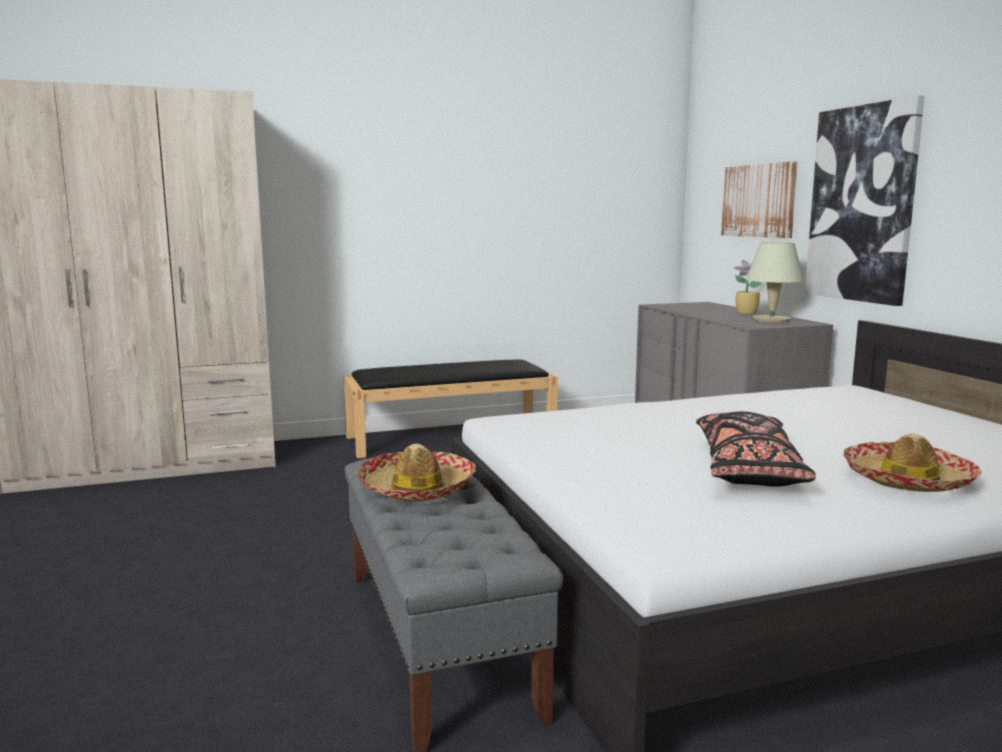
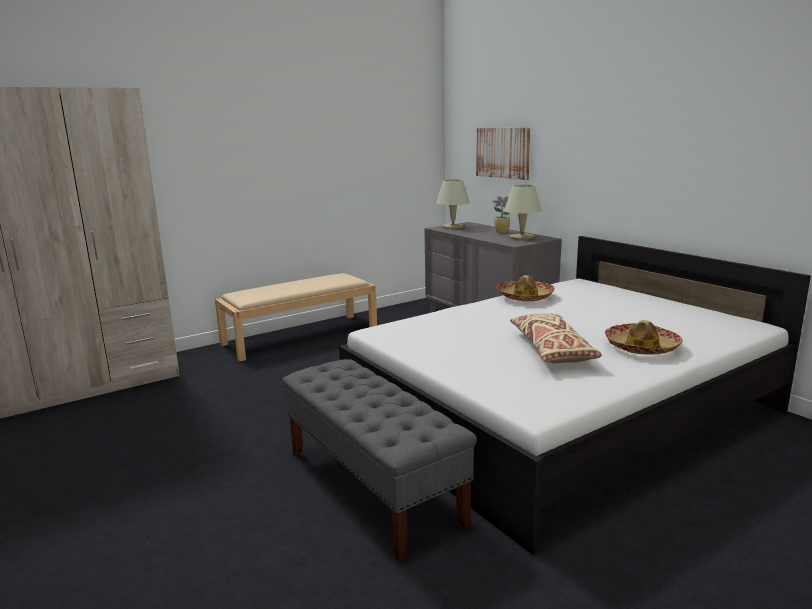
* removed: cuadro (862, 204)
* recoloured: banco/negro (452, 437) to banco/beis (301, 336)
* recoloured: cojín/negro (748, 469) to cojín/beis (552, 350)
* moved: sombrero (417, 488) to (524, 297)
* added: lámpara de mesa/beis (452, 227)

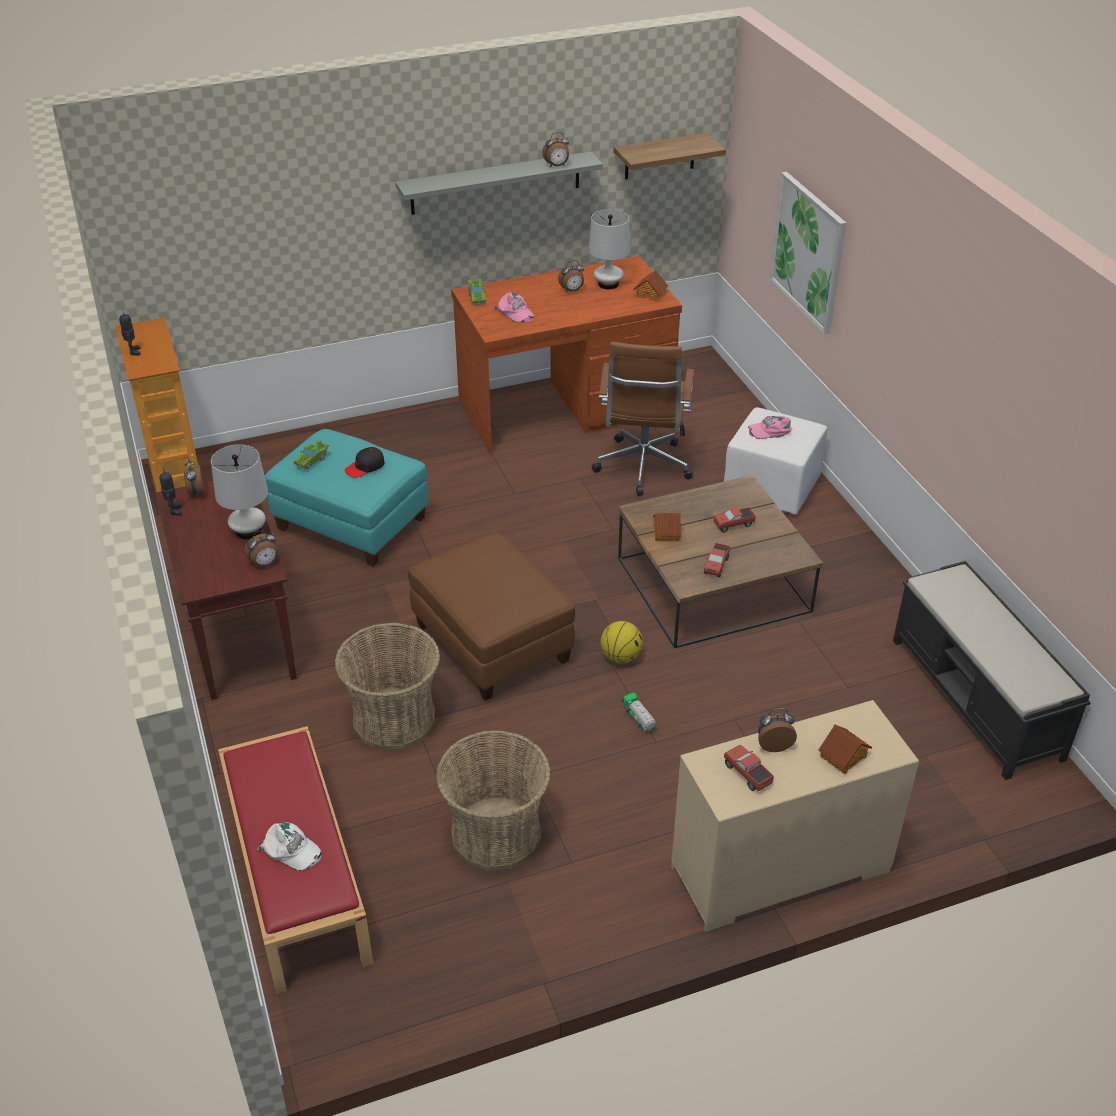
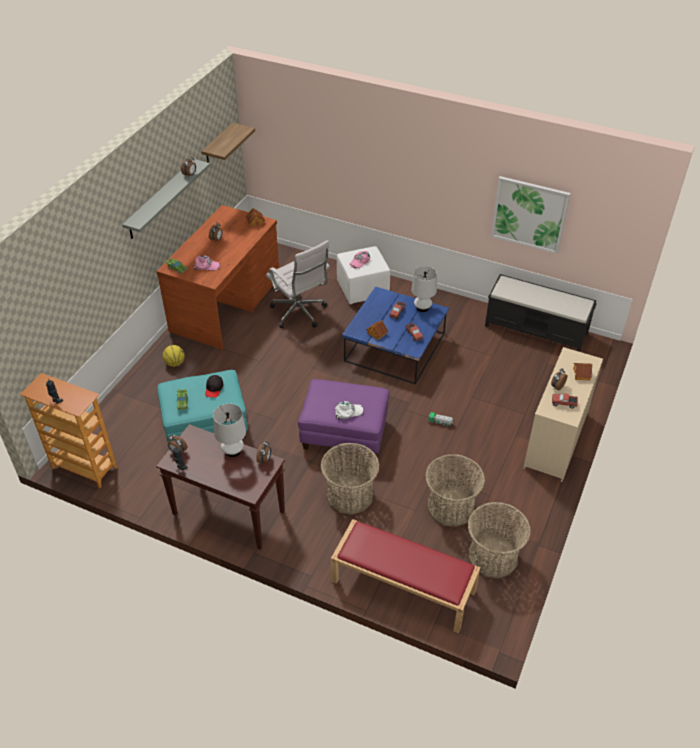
* moved: cuadro (808, 252) to (529, 214)
* moved: lámpara de mesa/blanco (608, 284) to (422, 307)
* recoloured: silla de oficina/marrón (642, 469) to silla de oficina/blanco (300, 314)
* recoloured: mesa de centro/marrón (715, 585) to mesa de centro/azul (396, 347)
* recoloured: puf/marrón (491, 643) to puf/morado (343, 434)
* moved: balón de baloncesto (621, 657) to (175, 363)
* moved: gorra/blanco (291, 850) to (348, 412)
* added: cesta (493, 557)

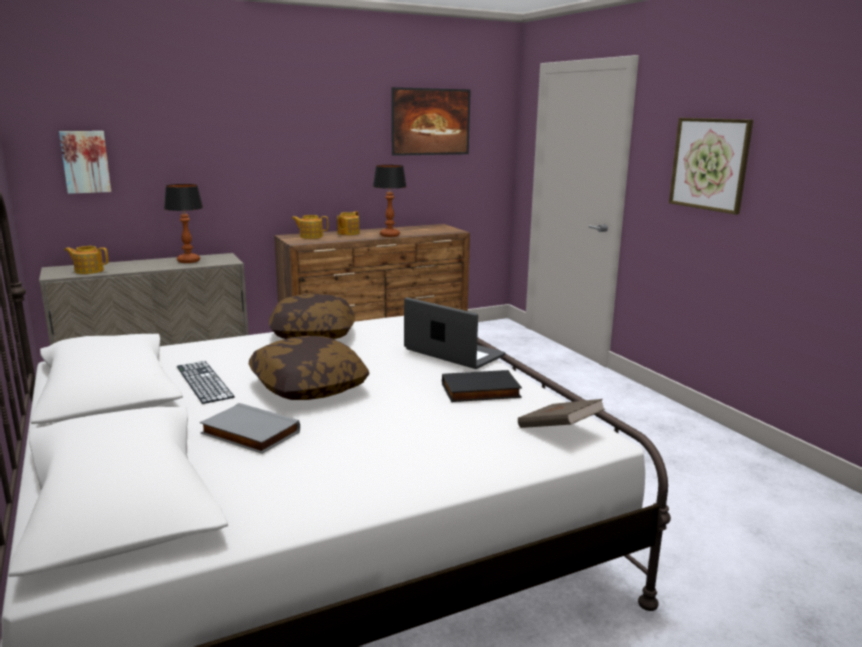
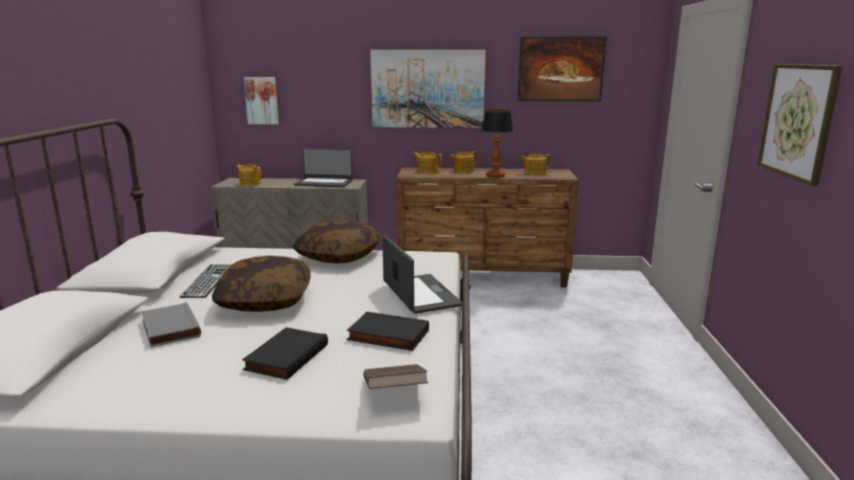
* replaced: lámpara de mesa (189, 261) to portátil (324, 183)
* added: cuadro (427, 89)
* added: tetera (534, 173)
* added: libro/negro (285, 356)

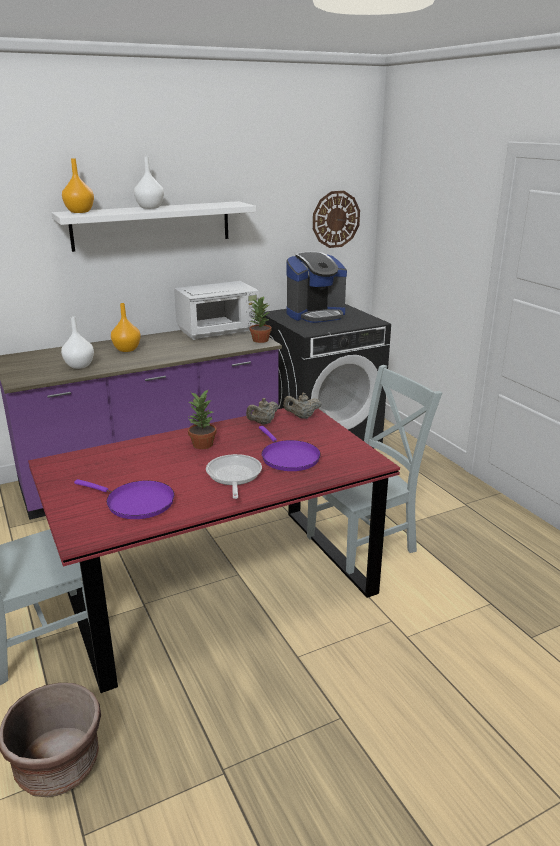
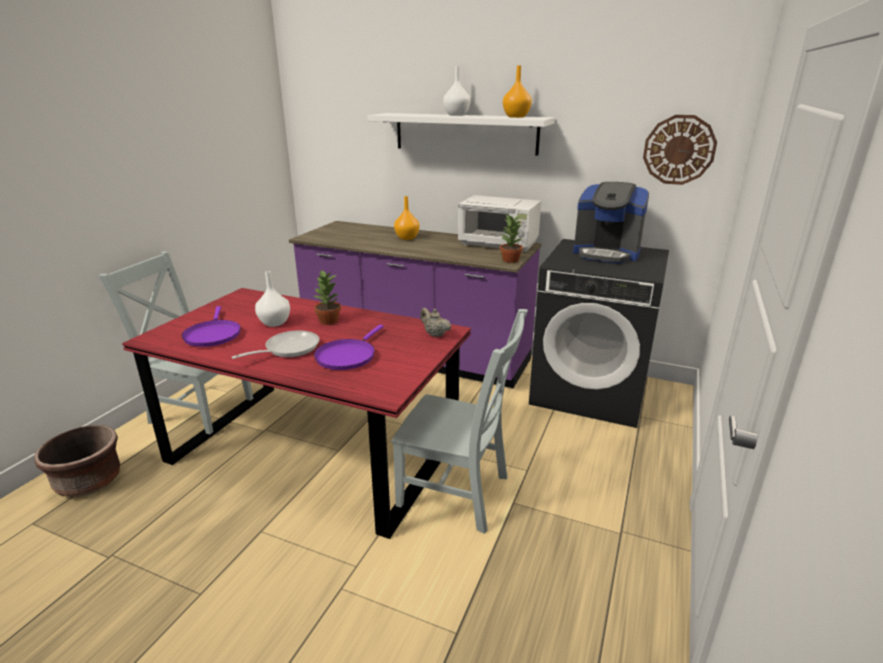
* moved: florero/naranja (79, 212) to (515, 117)
* moved: florero/blanco (80, 366) to (275, 323)
* removed: tetera/beis (263, 423)

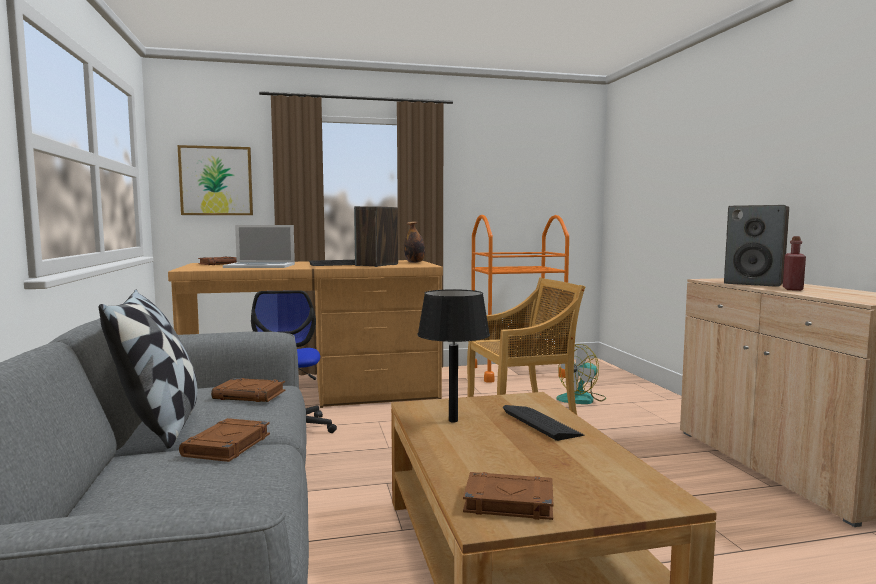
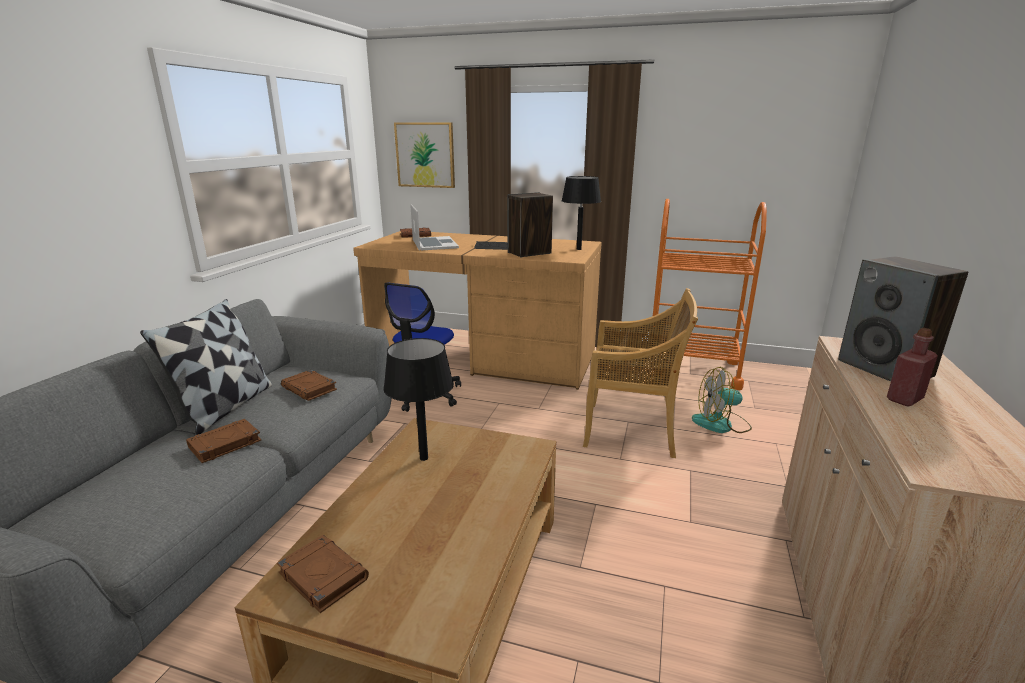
* replaced: botella (414, 262) to lámpara de mesa/negro (579, 249)
* turned: portátil (260, 266) = (434, 244) 135 degrees counterclockwise
* removed: teclado (541, 423)

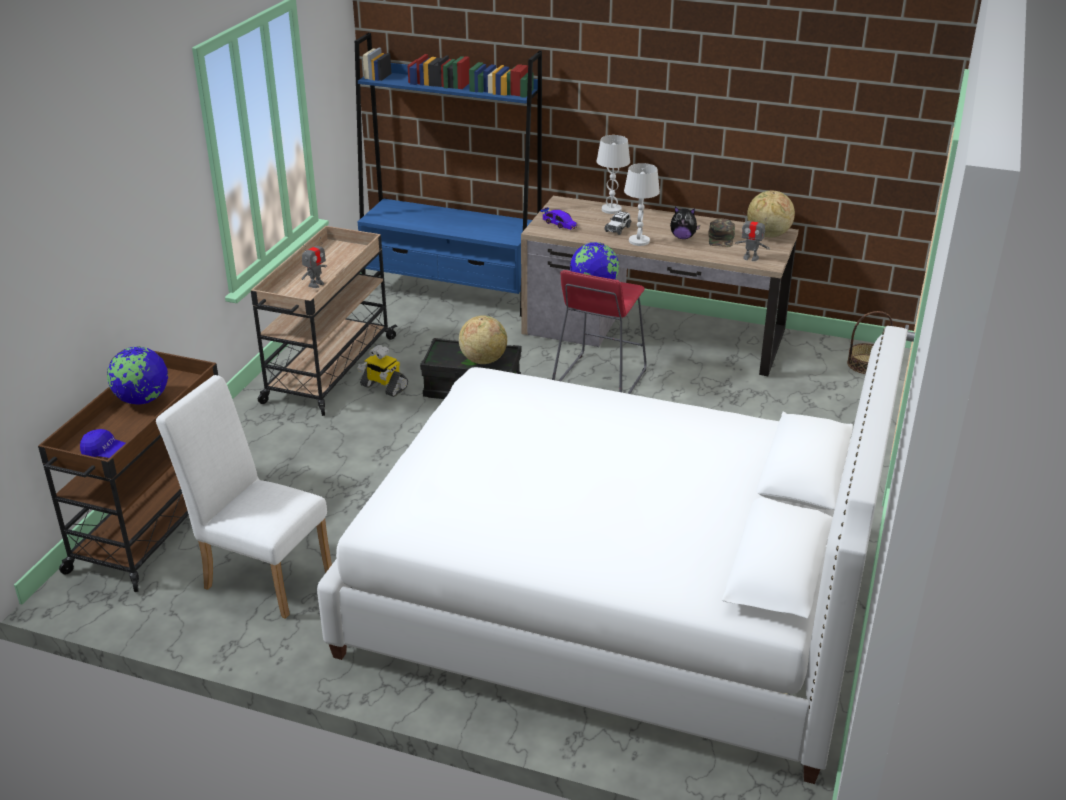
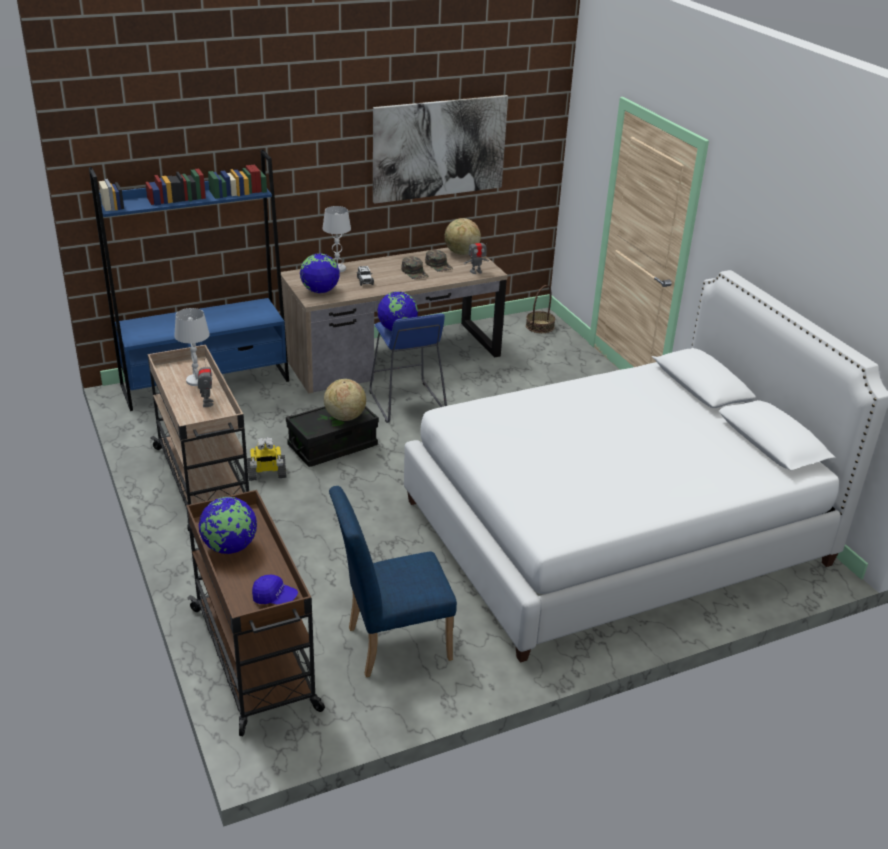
* moved: lámpara de mesa/blanco (639, 241) to (196, 380)
* replaced: coche de juguete (559, 224) to globo terráqueo (320, 291)
* replaced: peluche (683, 237) to gorra/verde (415, 272)
* recoloured: taburete/rojo (599, 380) to taburete/azul (407, 403)
* recoloured: silla/blanco (261, 575) to silla/azul (390, 644)
* turned: gorra/azul (105, 453) = (274, 598) 45 degrees clockwise
* added: cuadro (439, 148)

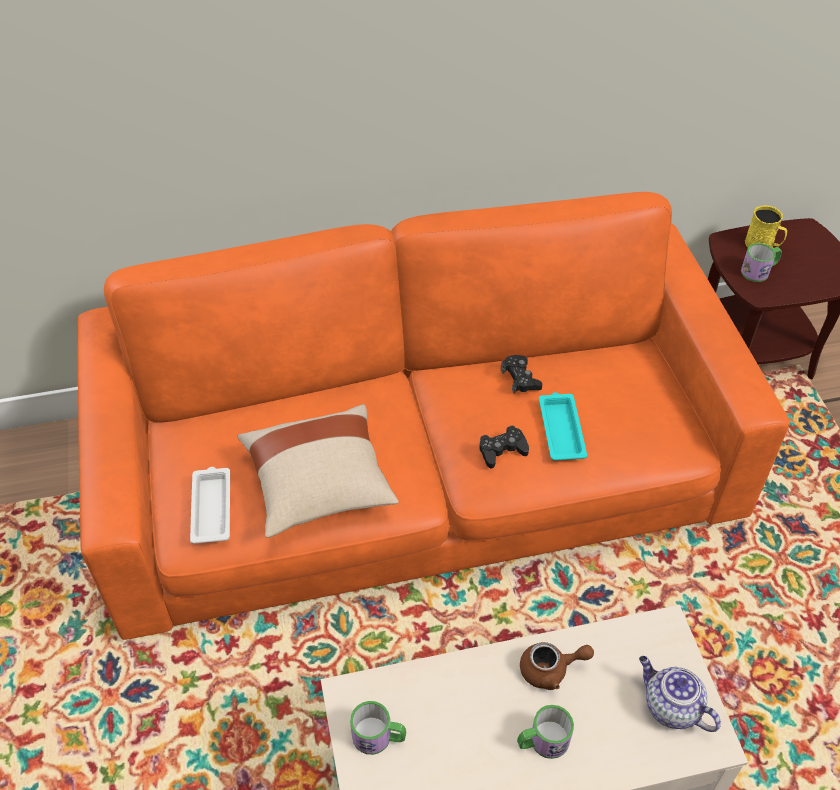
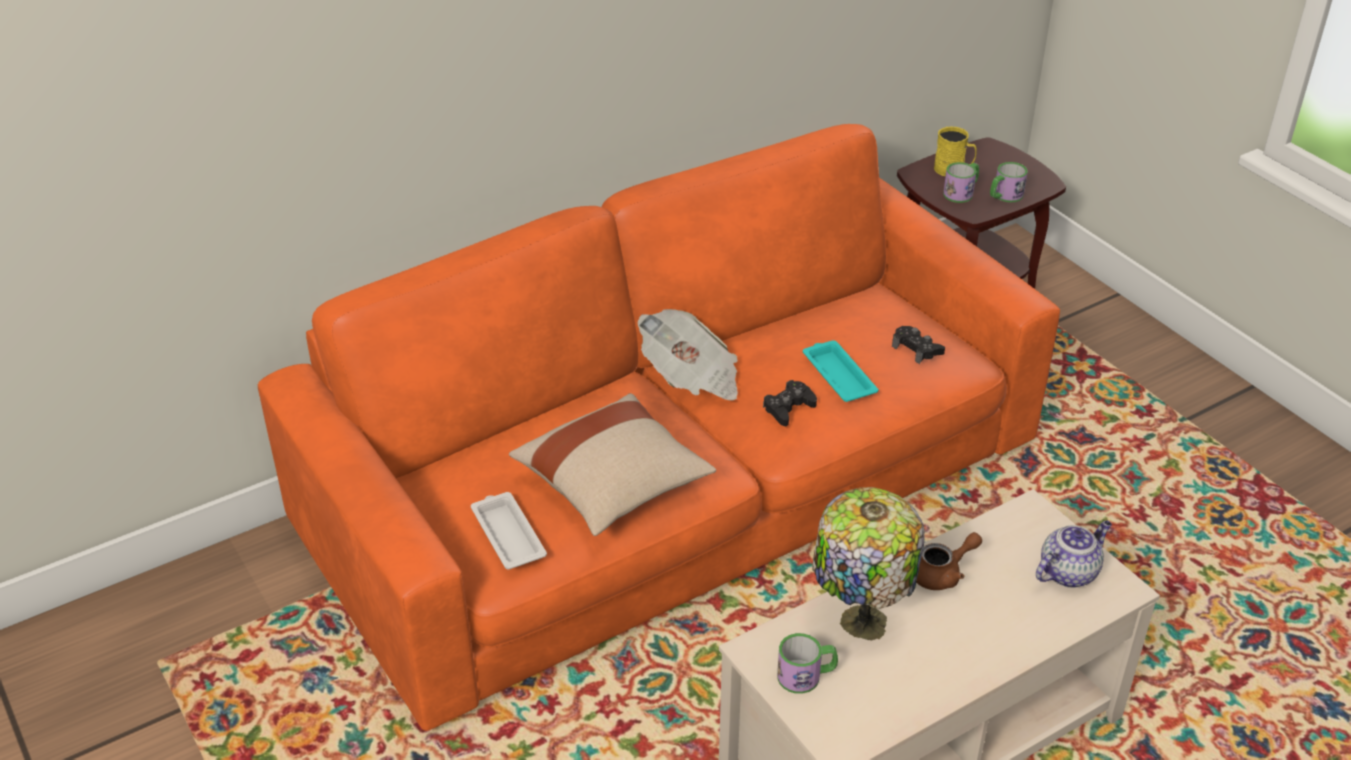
* moved: mando de consola/negro (520, 378) to (917, 349)
* turned: tetera (670, 707) = (1068, 572) 120 degrees clockwise
* moved: taza grande (542, 741) to (1004, 196)
* added: periódico (691, 378)
* added: lámpara de mesa (859, 623)

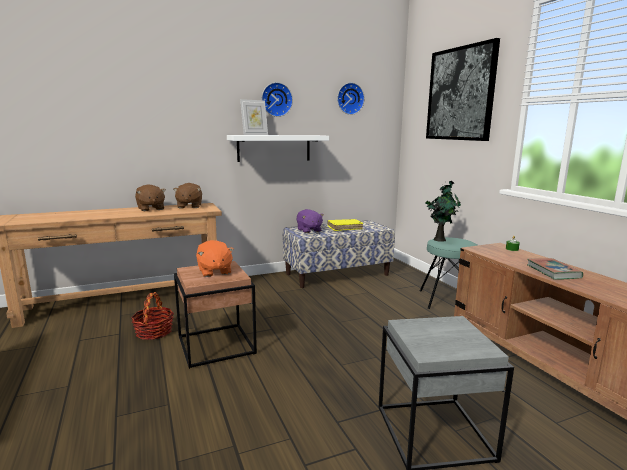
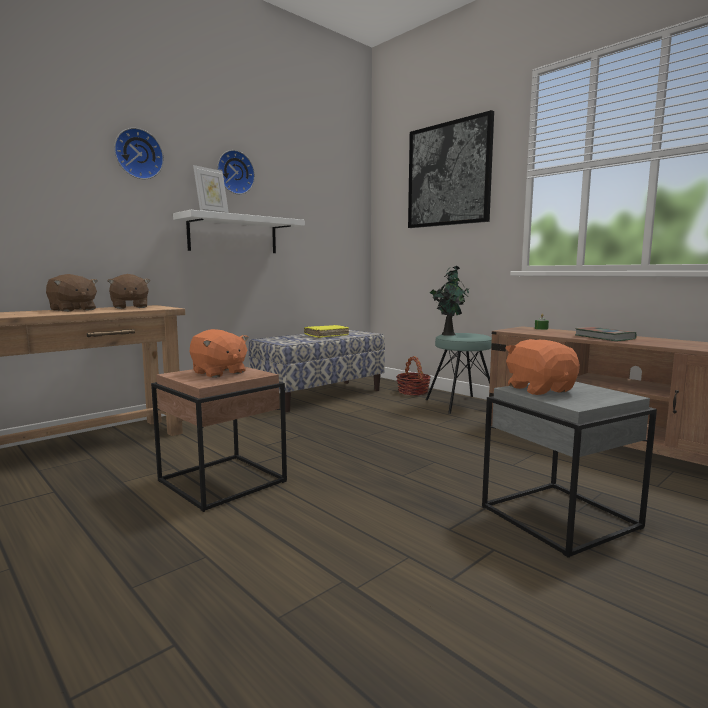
* moved: reloj de pared (349, 98) to (138, 154)
* removed: peluche/morado (309, 230)
* moved: cesta (154, 332) to (413, 392)
* added: peluche/naranja (539, 389)

